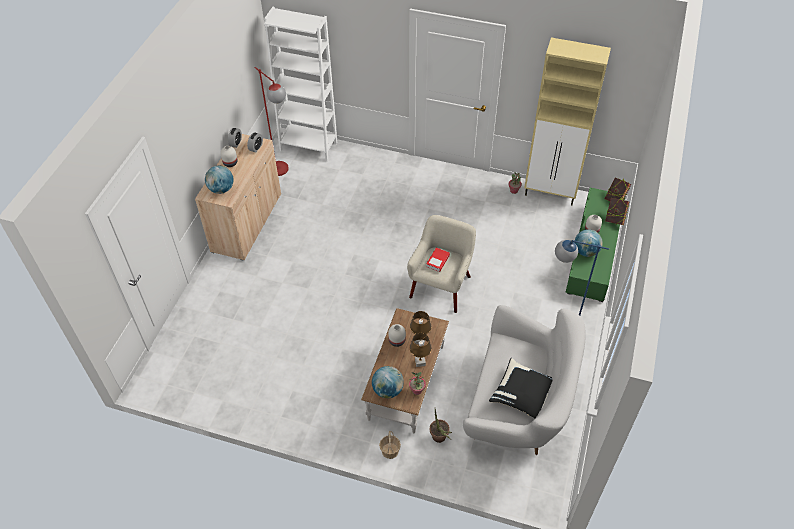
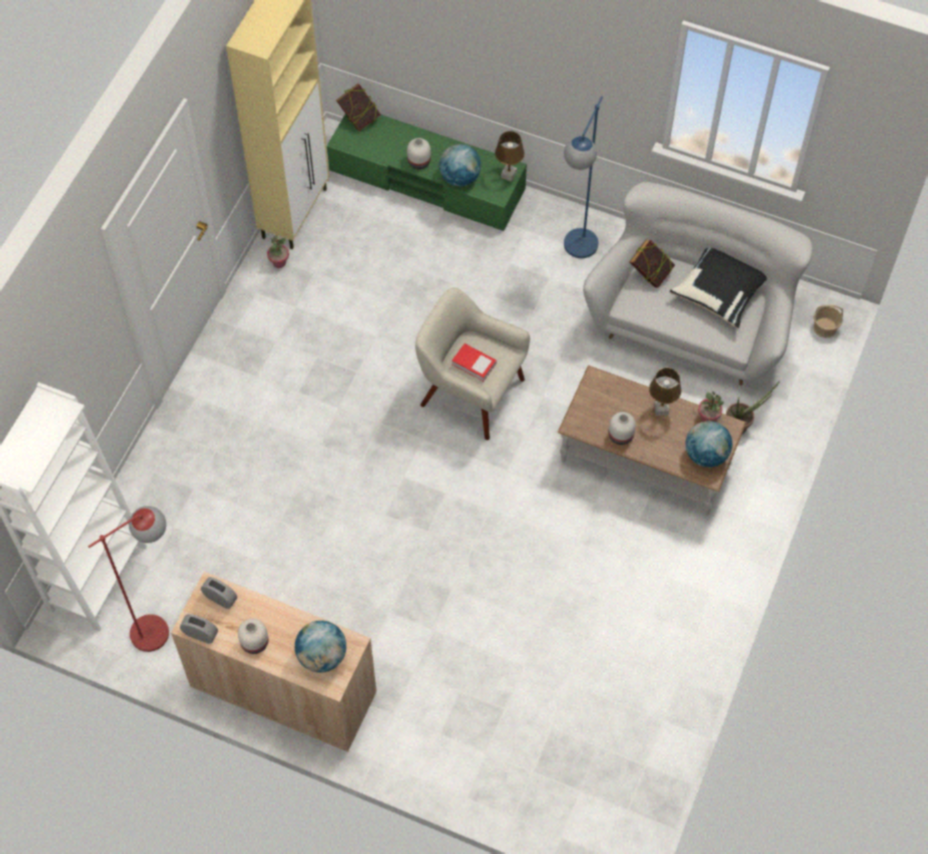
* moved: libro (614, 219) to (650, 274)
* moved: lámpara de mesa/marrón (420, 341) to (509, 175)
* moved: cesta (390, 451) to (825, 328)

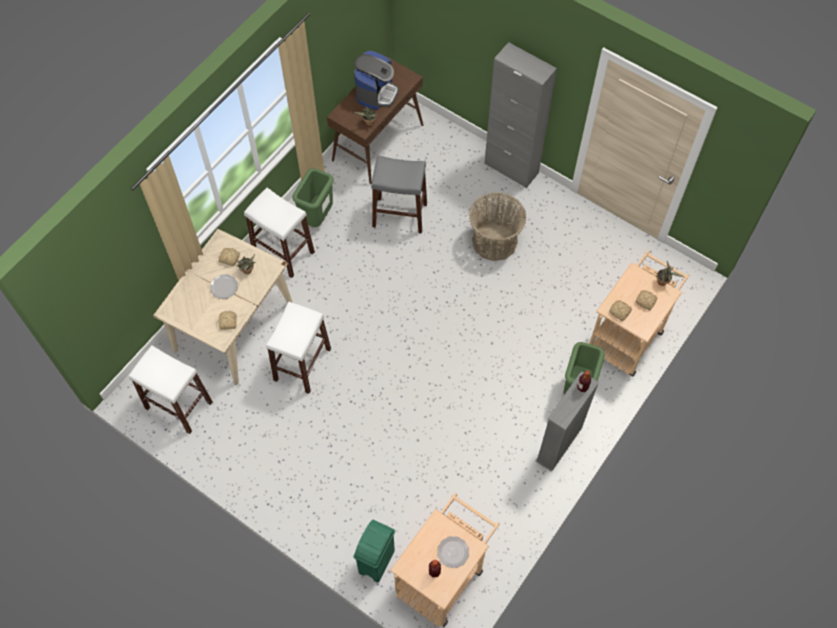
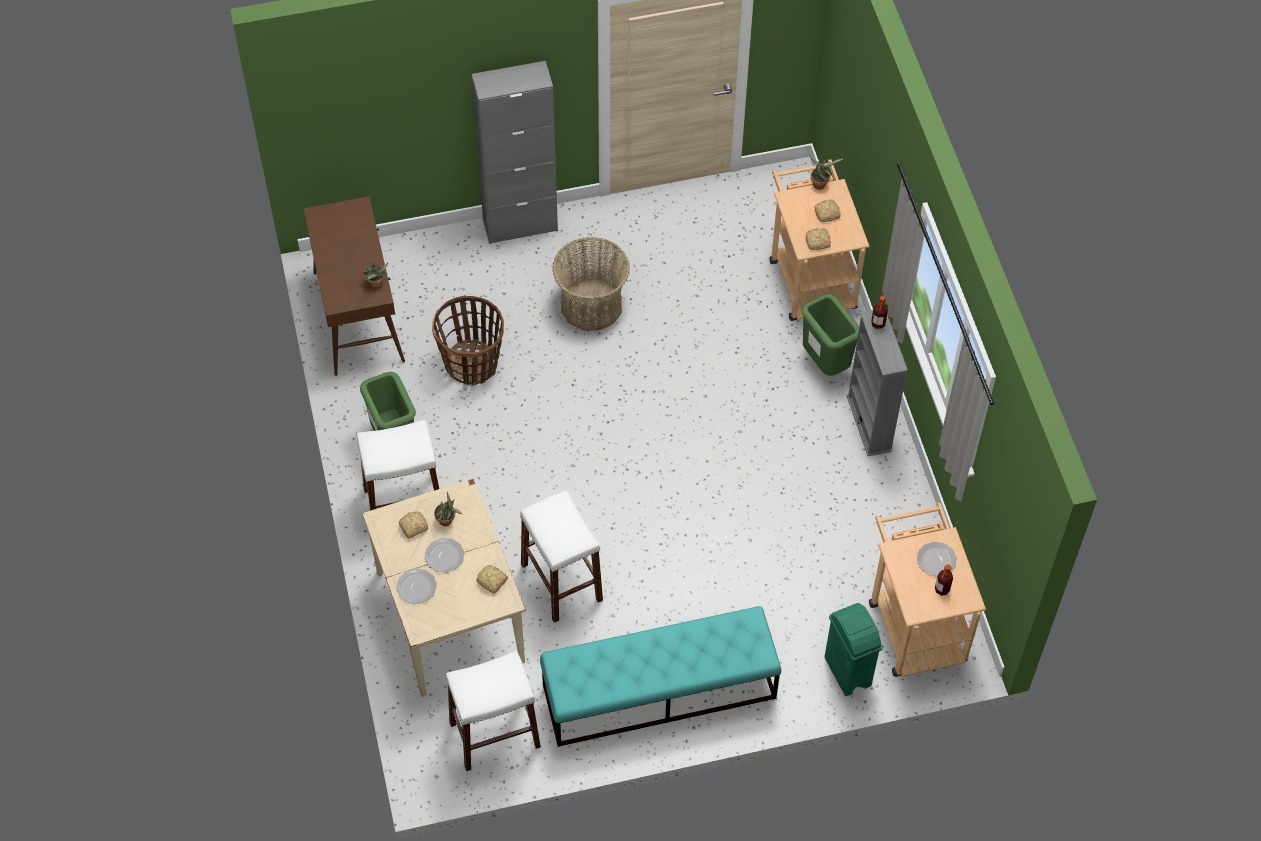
* removed: cafetera (376, 93)
* replaced: taburete/gris (400, 215) to cesta (471, 364)
* added: plato (417, 587)
* added: banco/turquesa (658, 692)

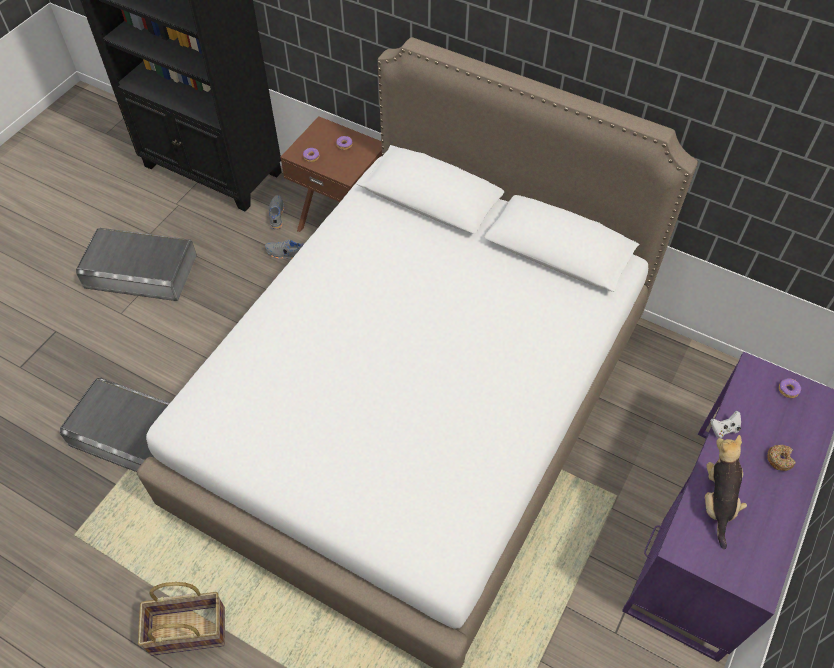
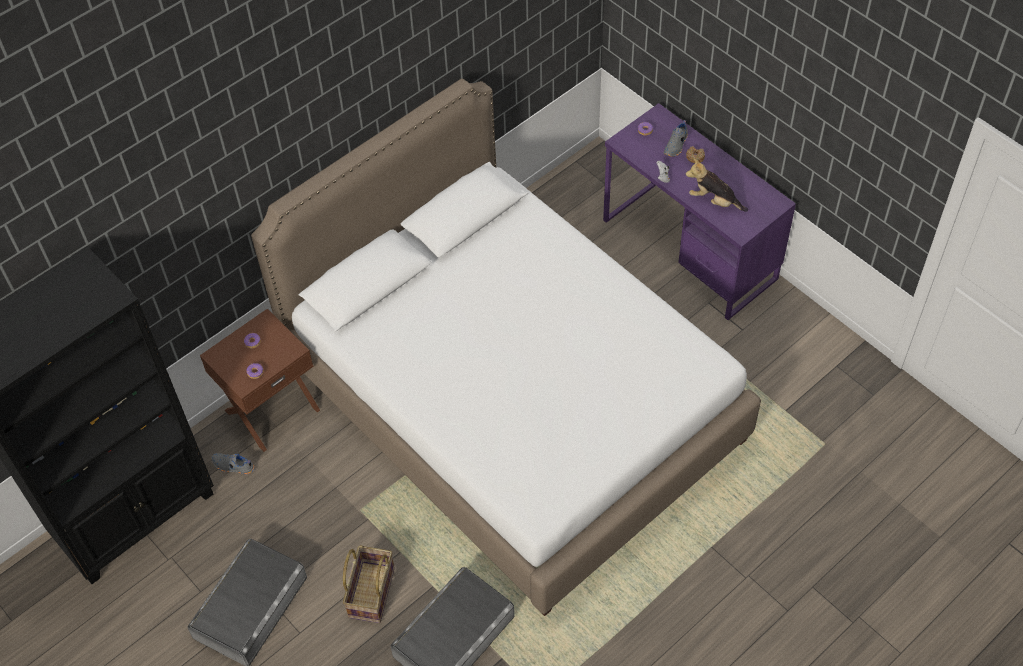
* moved: zapato/gris (285, 254) to (676, 145)
* moved: cesta (189, 629) to (370, 592)

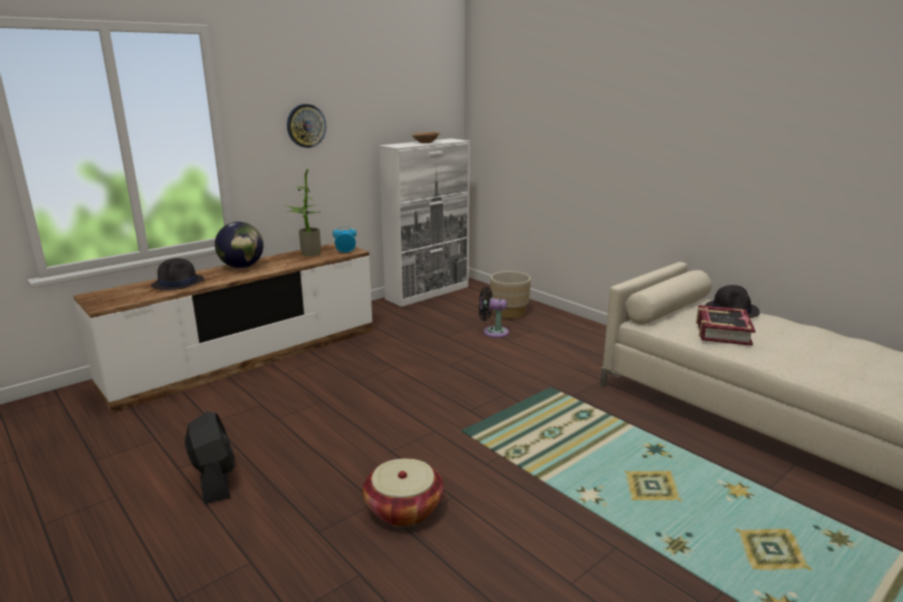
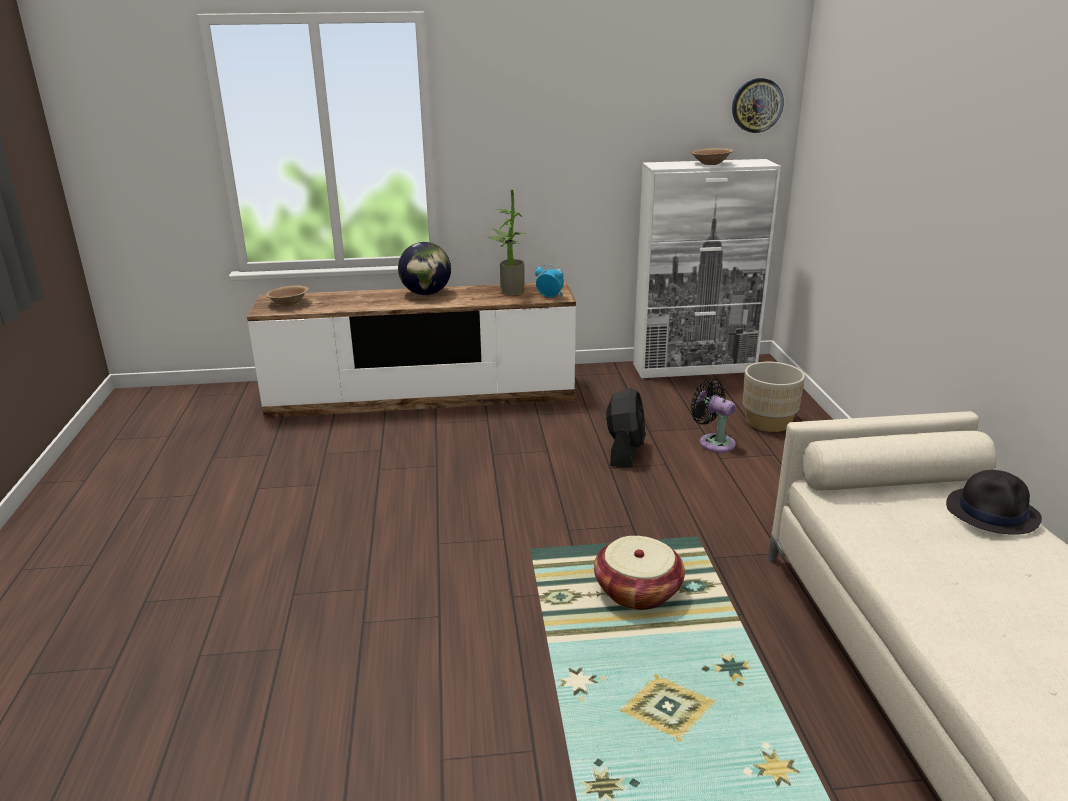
* moved: reloj de pared (306, 126) to (757, 105)
* removed: sombrero/negro (178, 283)
* removed: libro (722, 331)
* moved: ventilador/negro (215, 480) to (624, 451)
* moved: cesta (404, 509) to (637, 591)
* added: cuenco/marrón (288, 303)

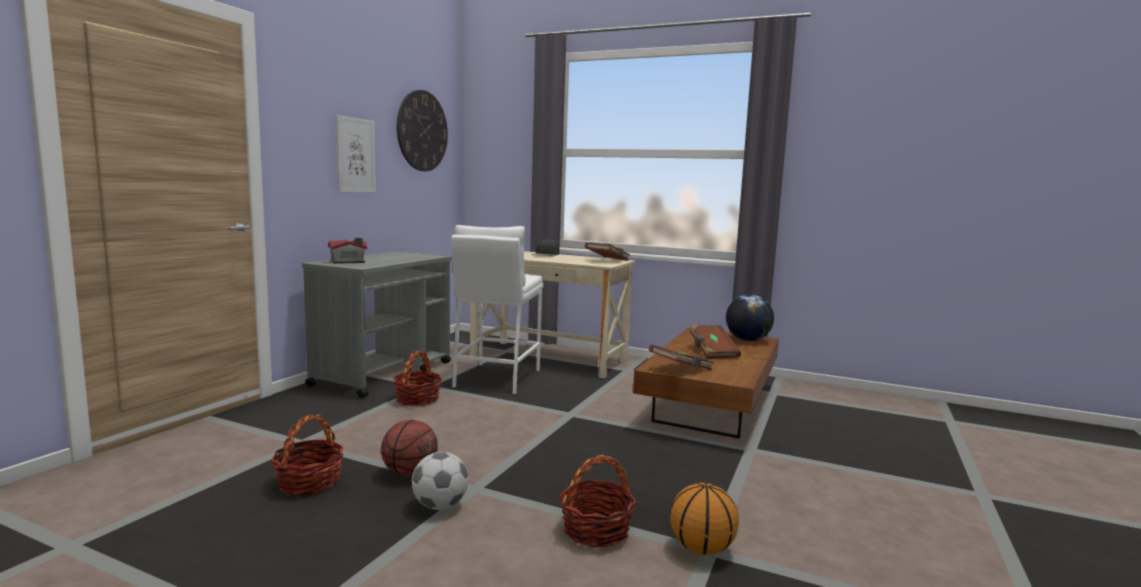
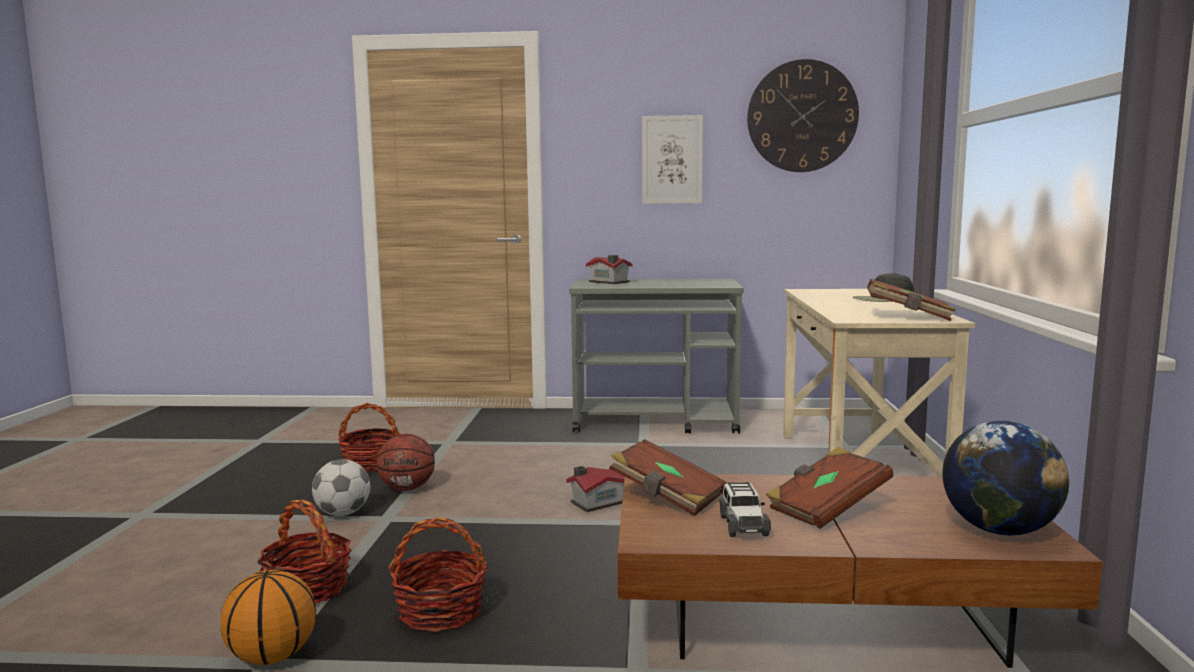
* removed: taburete/blanco (496, 378)
* moved: cesta (417, 399) to (441, 612)
* added: casita (595, 502)
* added: coche de juguete (743, 525)

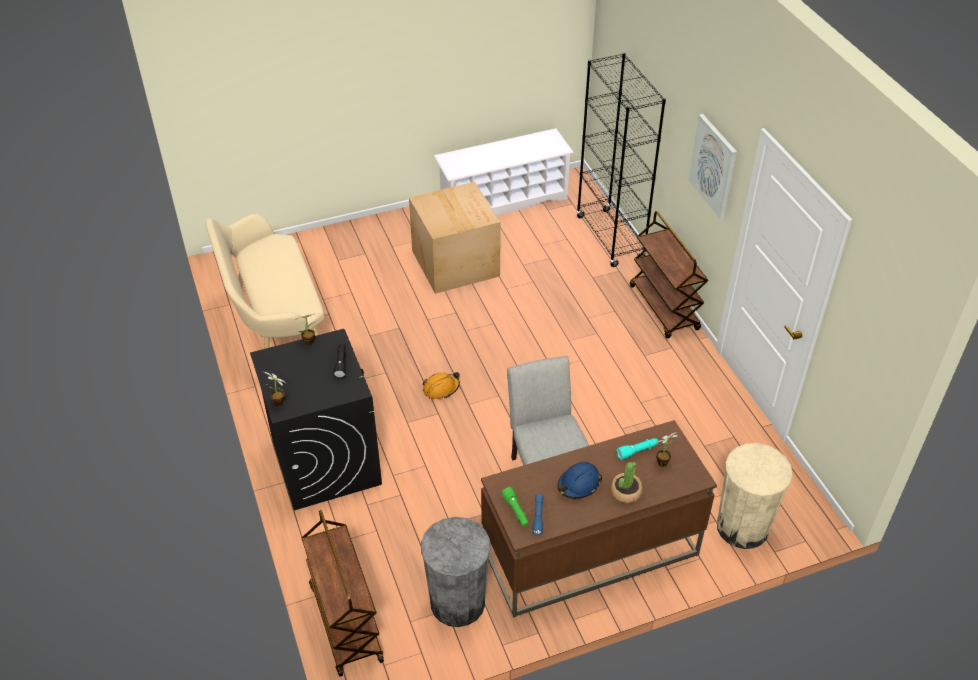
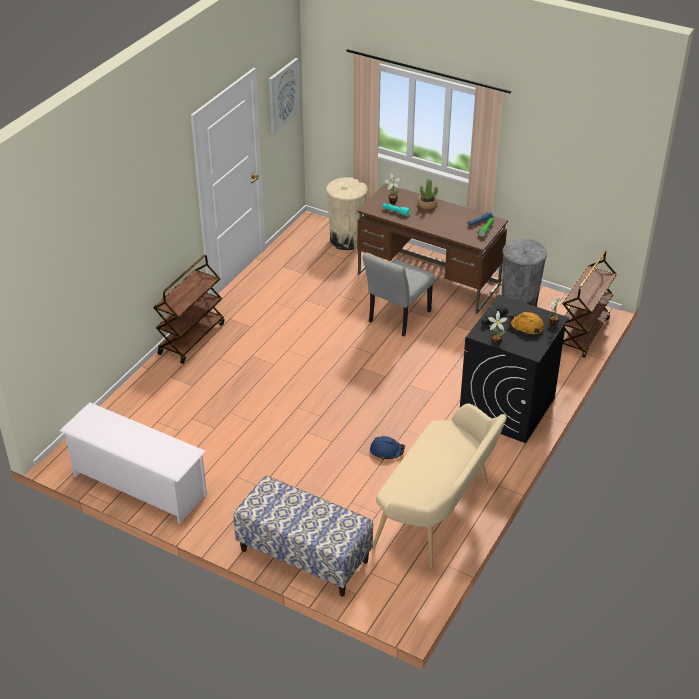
* removed: estantería/negro (610, 238)
* moved: cuadro (713, 166) to (283, 95)
* removed: caja de cartón (456, 262)
* moved: casco/naranja (441, 388) to (526, 327)
* moved: casco/azul (578, 484) to (386, 451)
* added: banco (303, 556)

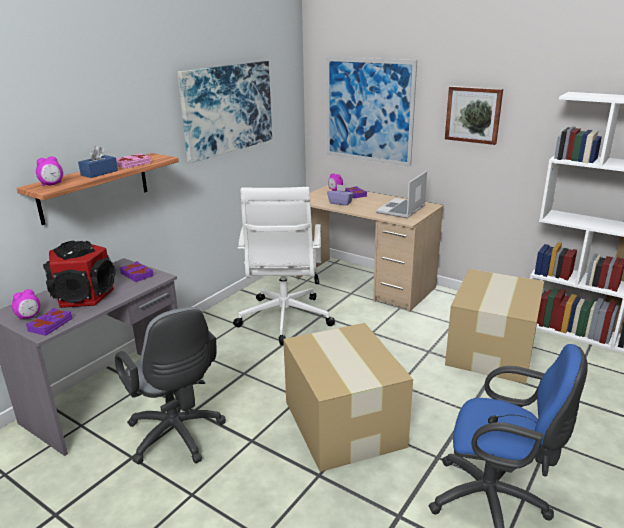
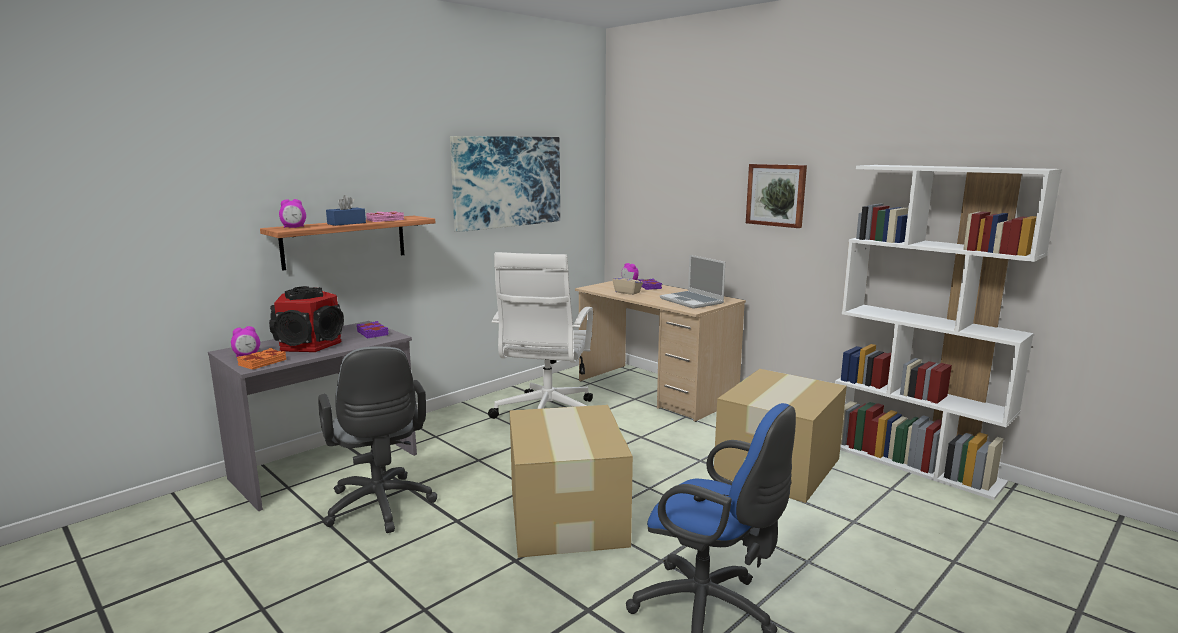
* removed: cuadro (368, 111)
* turned: portátil (401, 210) = (692, 301) 75 degrees counterclockwise
* recoloured: caja de pañuelos/morado (340, 203) to caja de pañuelos/beis (627, 292)
* recoloured: libro/morado (50, 325) to libro/naranja (262, 362)

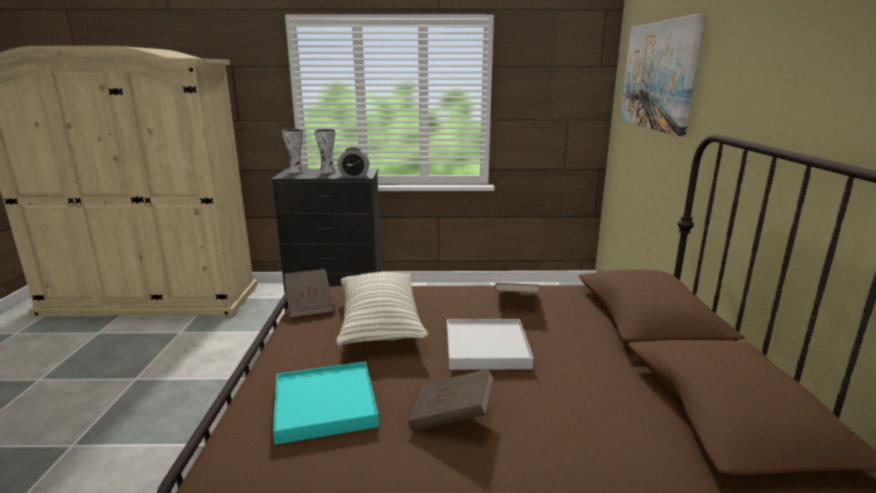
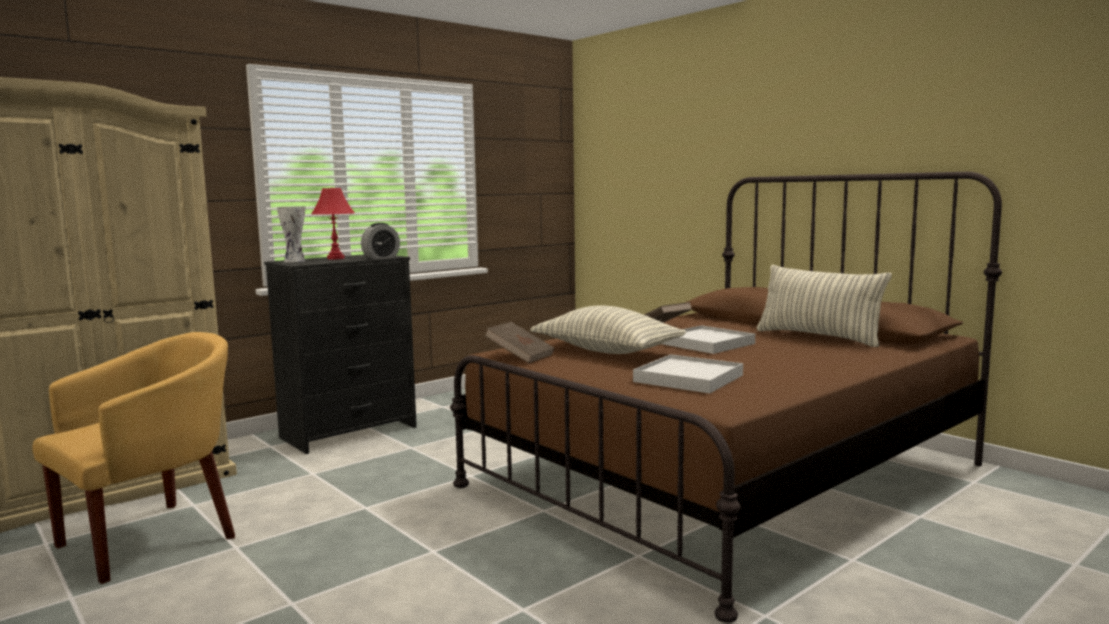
* removed: cuadro (658, 76)
* replaced: florero (328, 172) to lámpara de mesa/rojo (335, 258)
* recoloured: bandeja/turquesa (325, 405) to bandeja/blanco (689, 378)
* removed: libro/marrón (451, 417)
* added: cojín (818, 337)
* added: sillón/amarillo (153, 538)

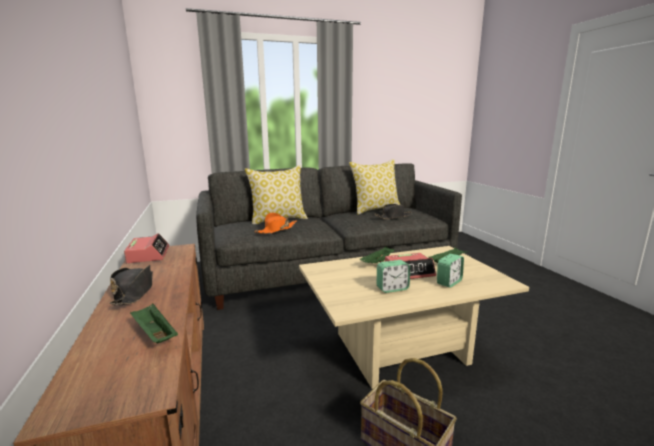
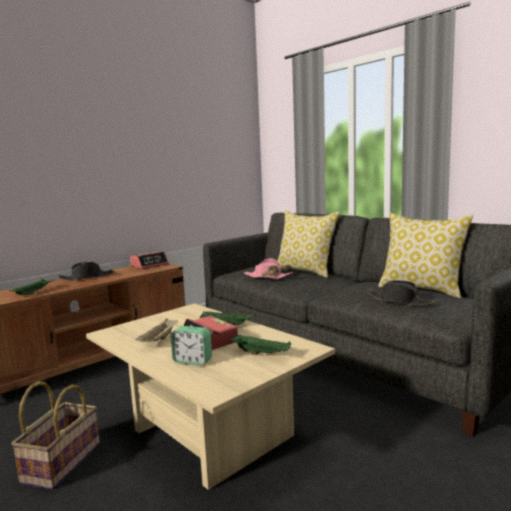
* recoloured: sombrero/naranja (276, 229) to sombrero/rosa (267, 277)
* replaced: despertador (392, 288) to bandeja/beis (159, 340)

